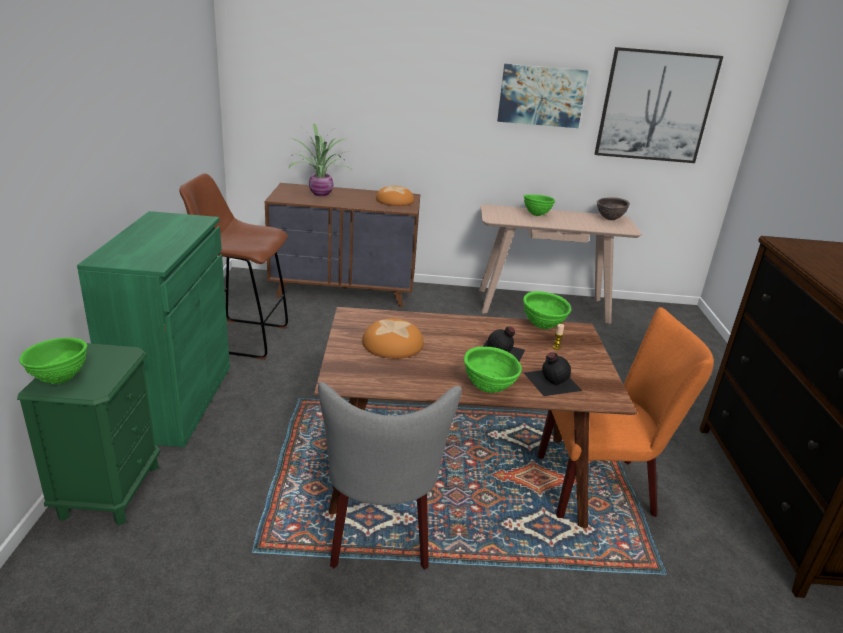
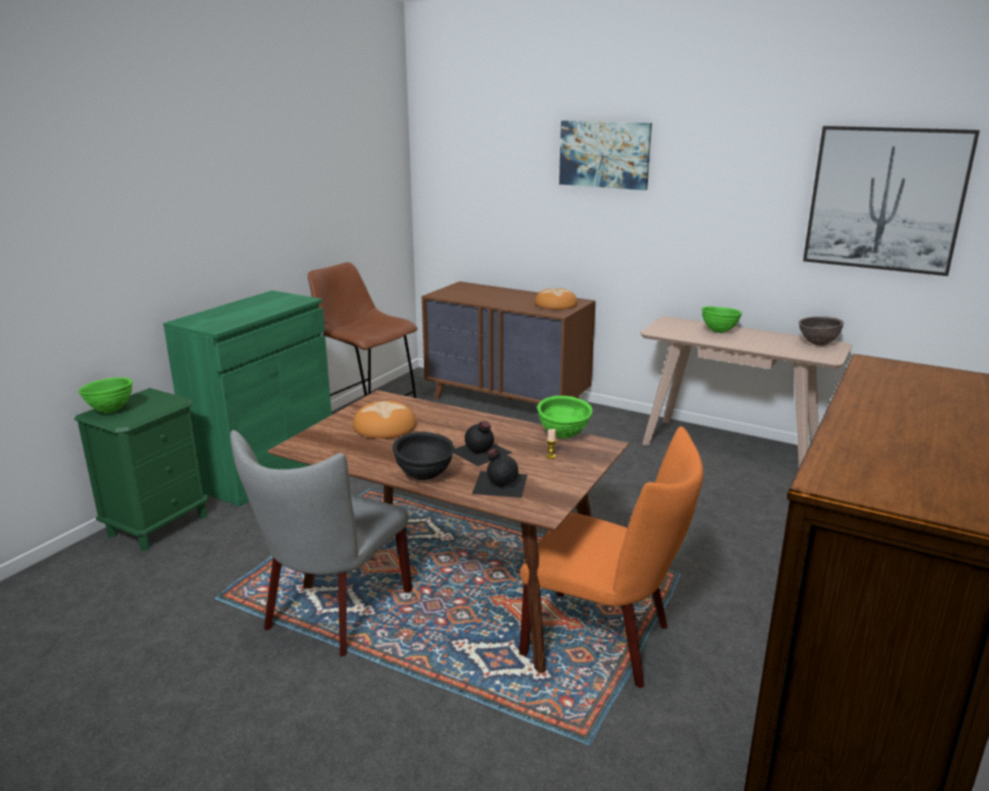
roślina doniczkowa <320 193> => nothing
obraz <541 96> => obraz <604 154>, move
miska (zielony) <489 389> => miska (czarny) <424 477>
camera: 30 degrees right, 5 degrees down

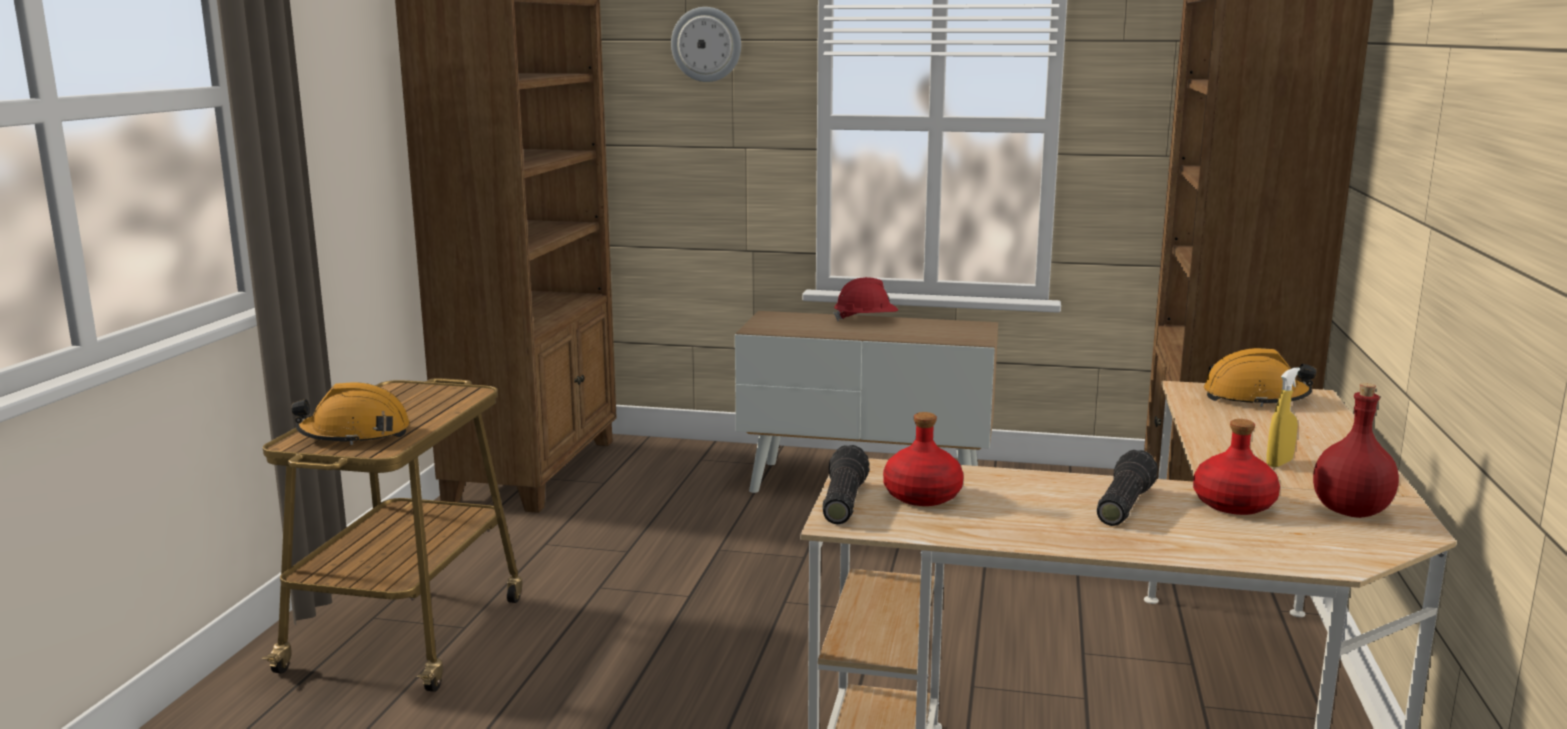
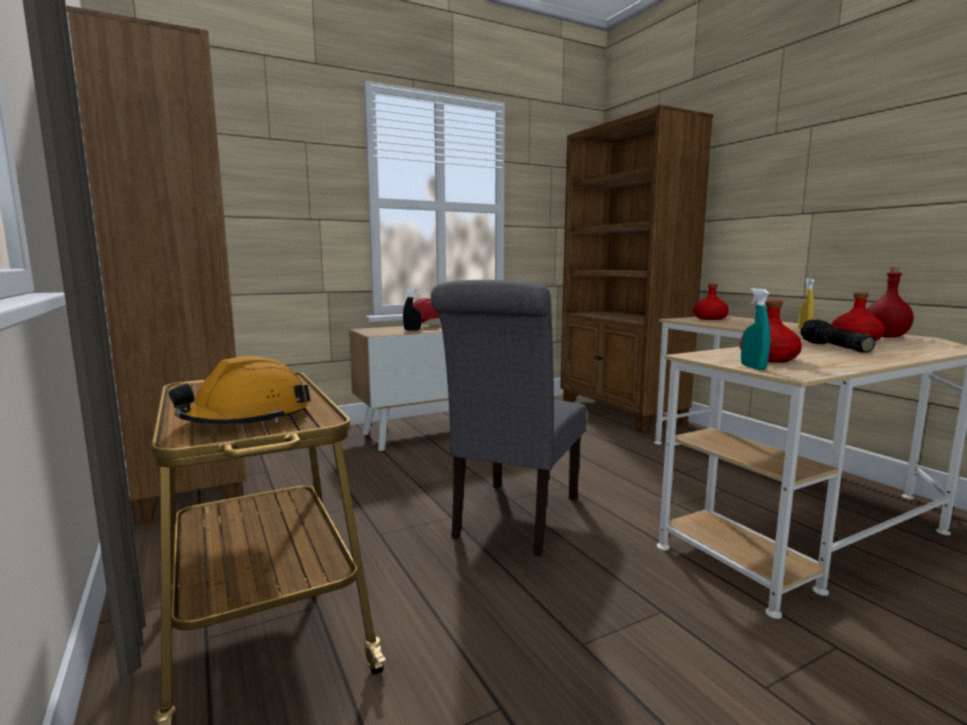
zegar ścienny <706 44> => nothing
nothing => spryskiwacz (czarny) <412 330>
nothing => krzesło (szary) <513 520>
latarka <841 501> => spryskiwacz (turkusowy) <753 367>
kask (pomarańczowy) <1255 398> => butelka (czerwony) <709 318>
camera: 40 degrees left, 5 degrees down

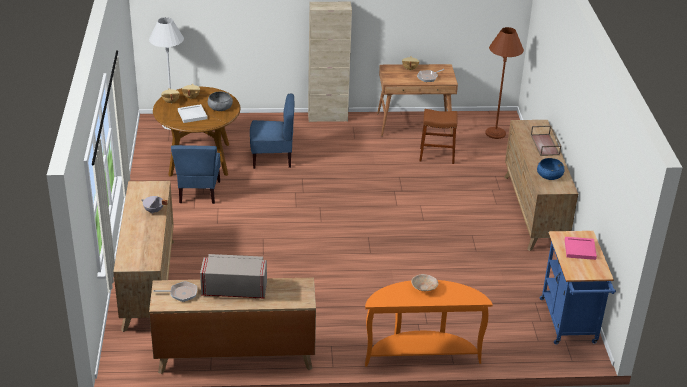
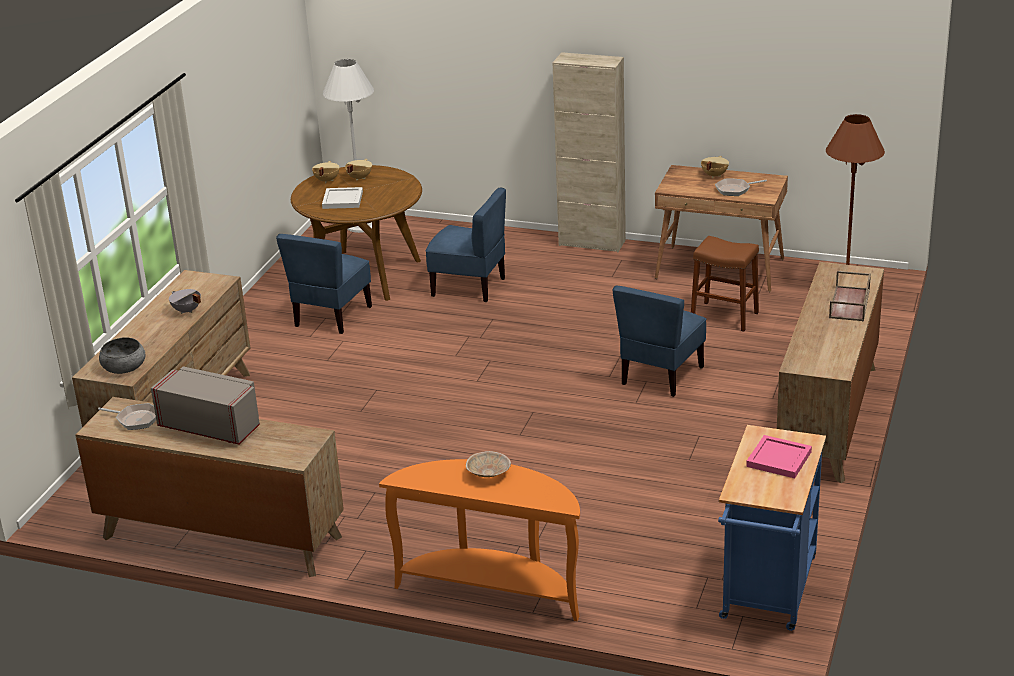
miska (niebieski) <549 175> => nothing
nothing => krzesło (niebieski) <661 376>
miska (szary) <220 107> => miska (szary) <124 366>, move
camera: 25 degrees right, 5 degrees down

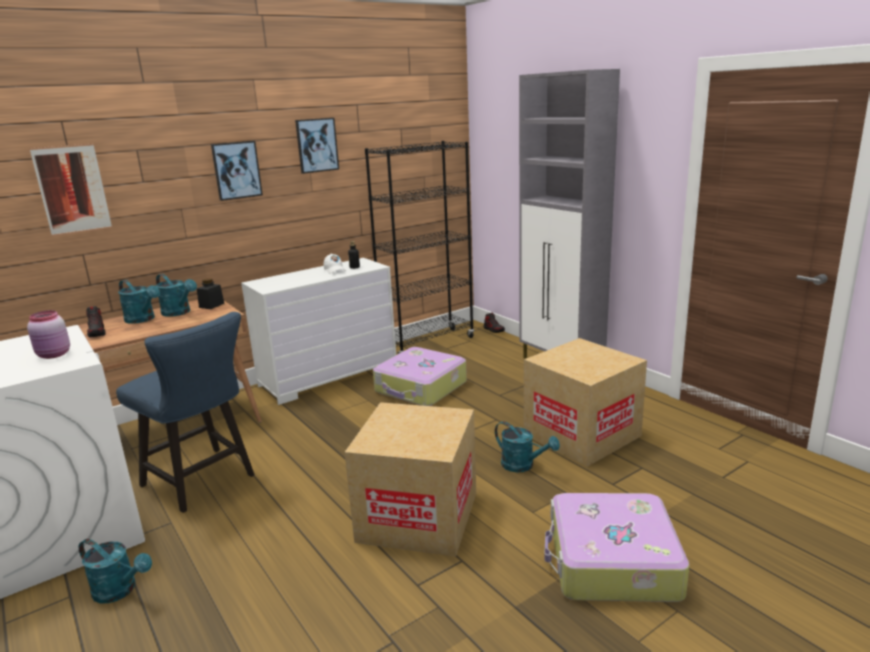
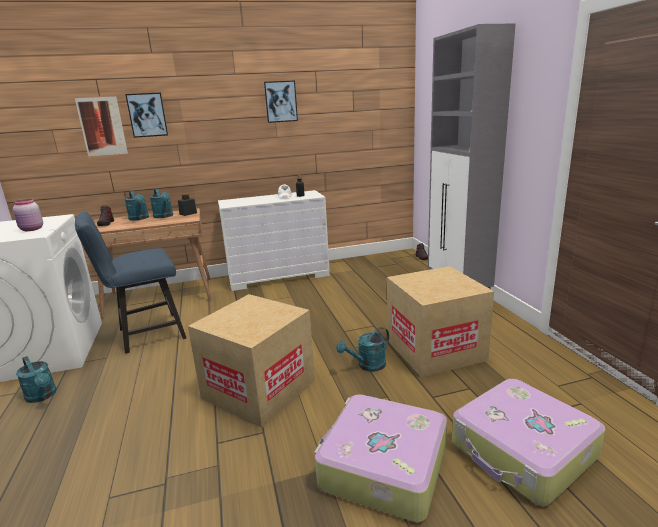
regał (czarny) <428 344> => nothing
obraz <236 170> => obraz <147 115>, move
walizka <421 388> => walizka <522 451>, move
krzesło (niebieski) <203 482> => krzesło (niebieski) <146 335>, 90 degrees clockwise
konewka (turkusowy) <523 465> => konewka (turkusowy) <367 366>, 90 degrees clockwise
camera: 20 degrees right, 0 degrees up

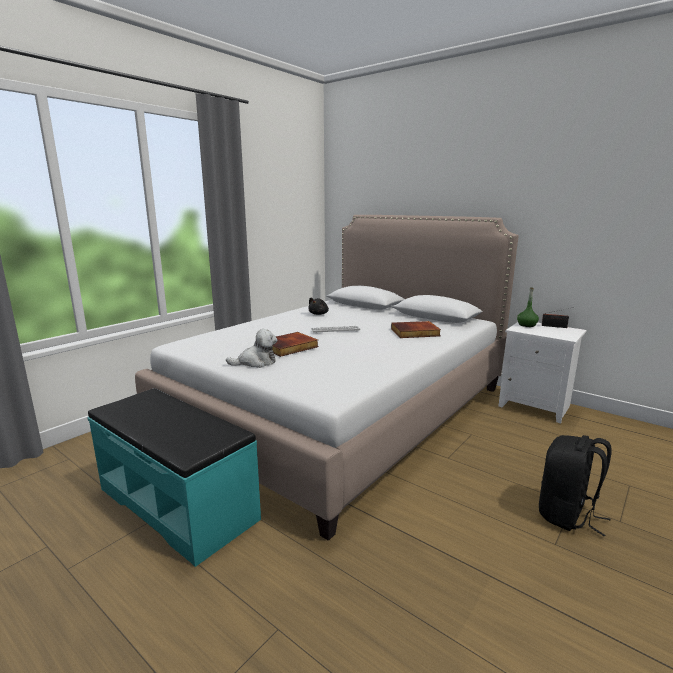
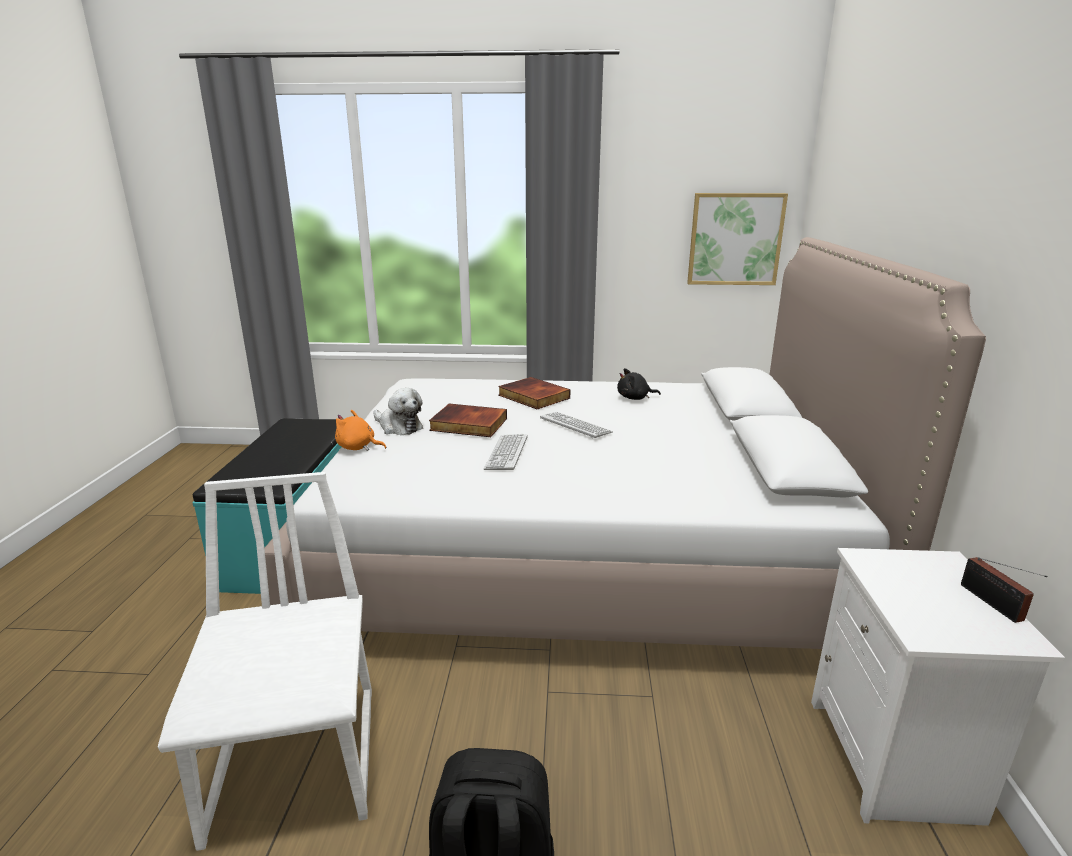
butelka (zielony) <526 325> => nothing
nothing => krzesło (biały) <298 763>
nothing => pluszak (pomarańczowy) <358 447>
nothing => klawiatura <506 453>
nothing => obraz <735 239>
książka <415 332> => książka <532 397>, move
camera: 55 degrees right, 5 degrees up

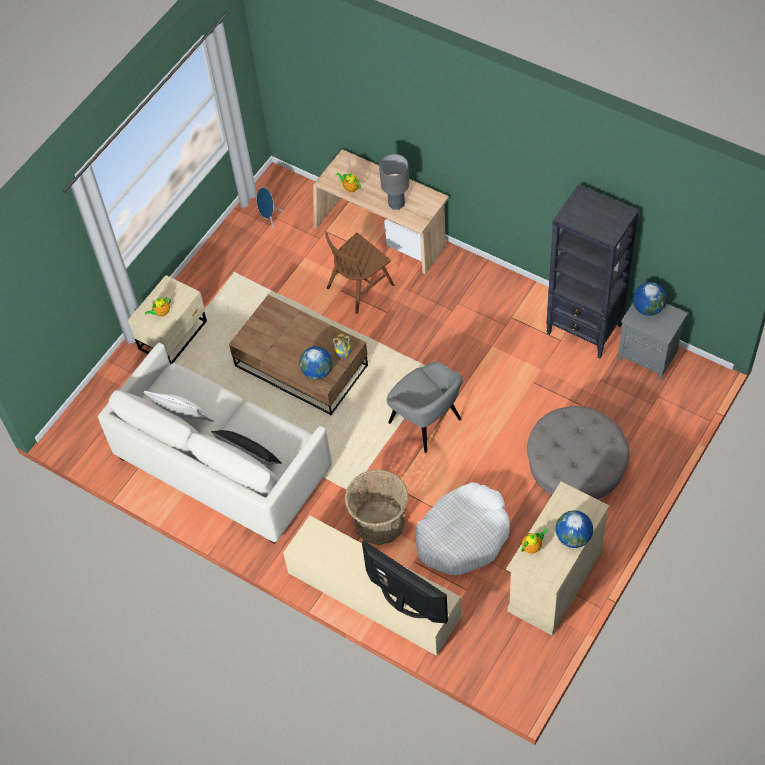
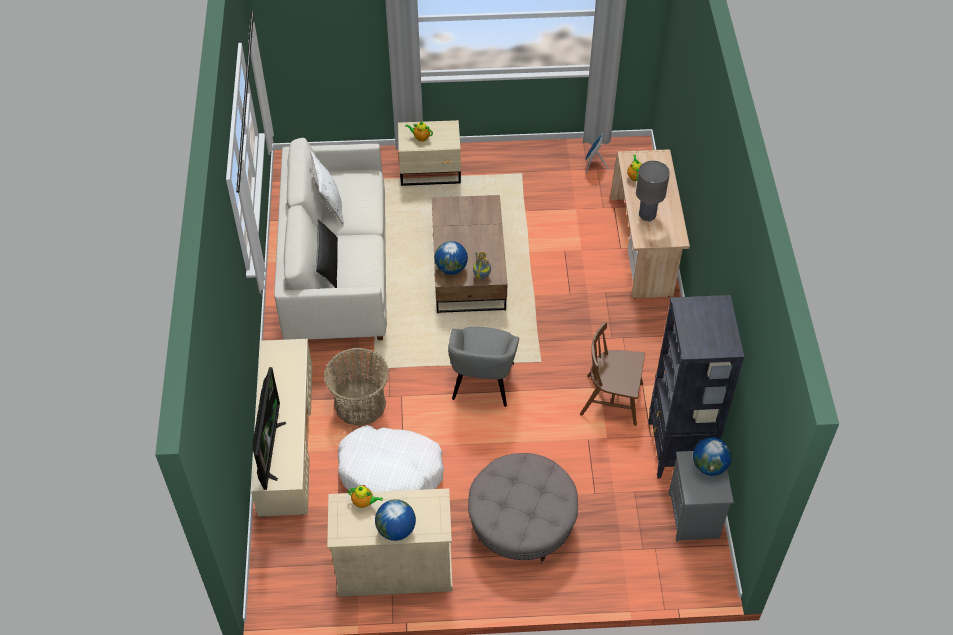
krzesło (brązowy) <360 286> => krzesło (brązowy) <612 399>, move
camera: 50 degrees right, 5 degrees down

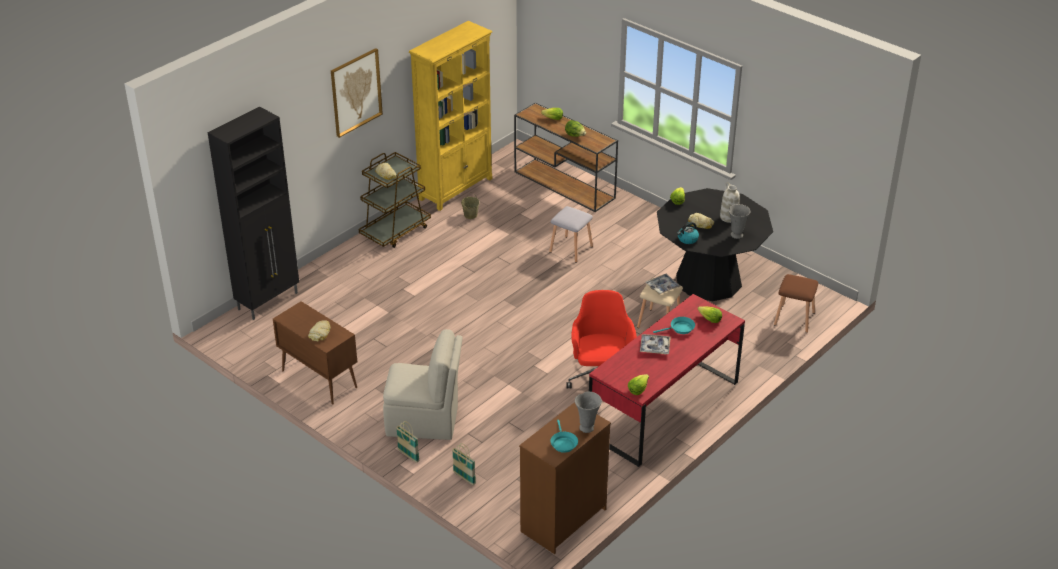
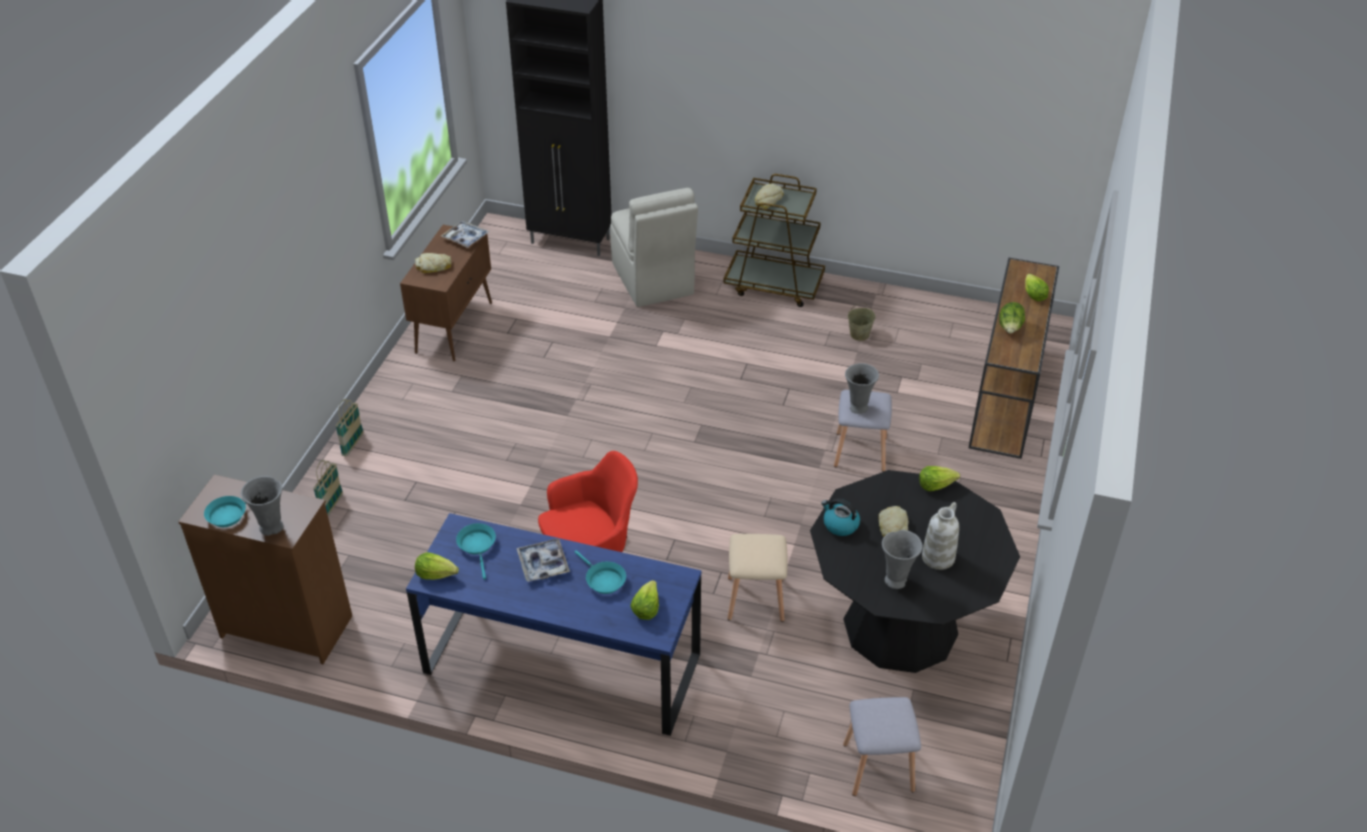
obraz <356 92> => nothing
regał (żółty) <456 188> => nothing
nothing => patelnia (turkusowy) <477 546>
nothing => wazon (szary) <858 408>
krzesło (beżowy) <424 421> => krzesło (beżowy) <653 280>, move
taca <662 287> => taca <465 238>, move
biurko (czerwony) <663 408> => biurko (niebieski) <562 663>
stołek (brązowy) <794 319> => stołek (szary) <877 768>
camera: 65 degrees right, 5 degrees up

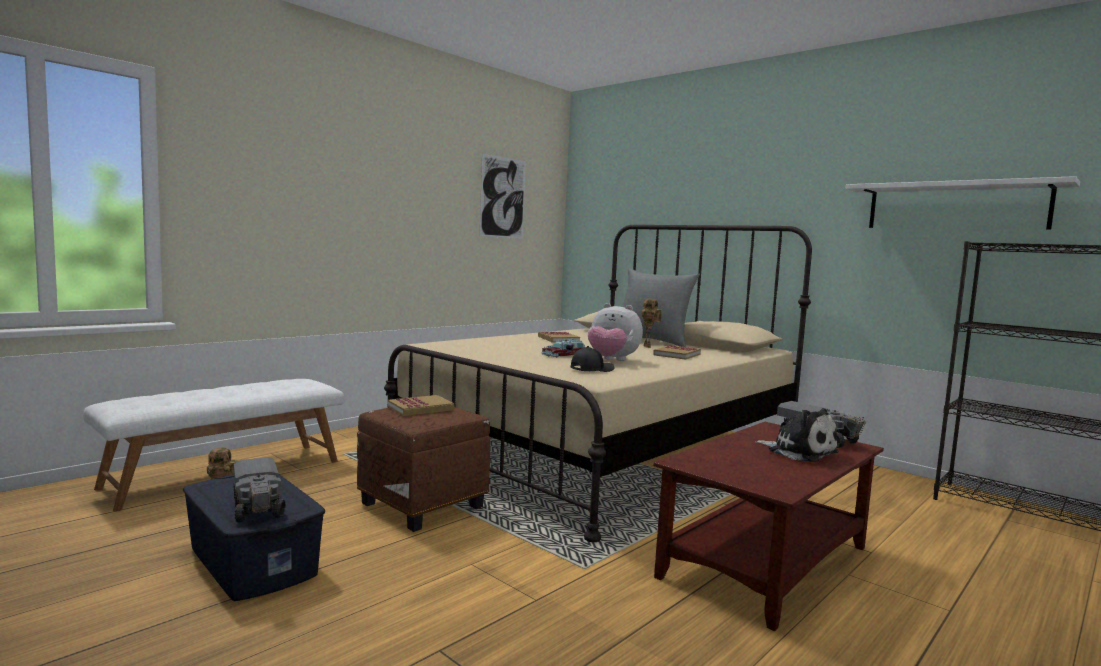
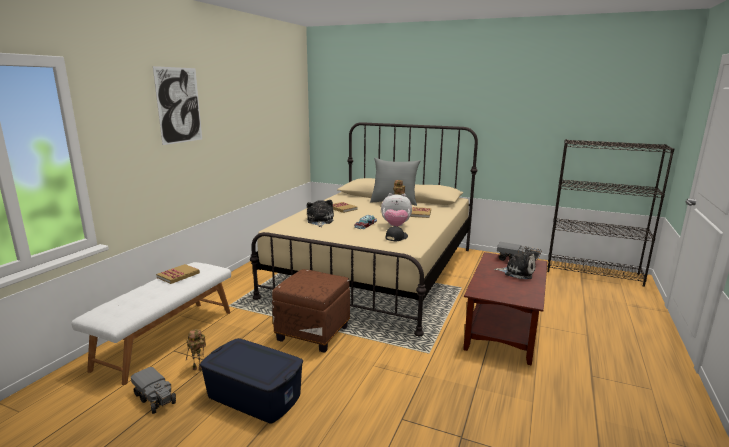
półka (biały) <955 206> => nothing
nothing => pluszak <319 221>
ciężarówka zabawkowa <258 506> => ciężarówka zabawkowa <155 398>, move
książka <421 408> => książka <178 275>, move
obraz <503 197> => obraz <179 105>, move
camera: 20 degrees left, 10 degrees up

